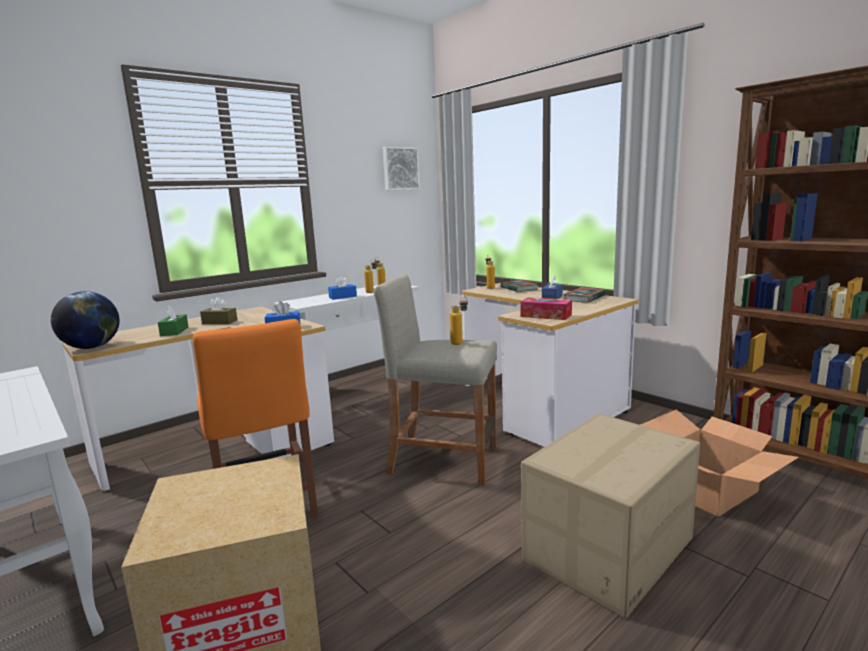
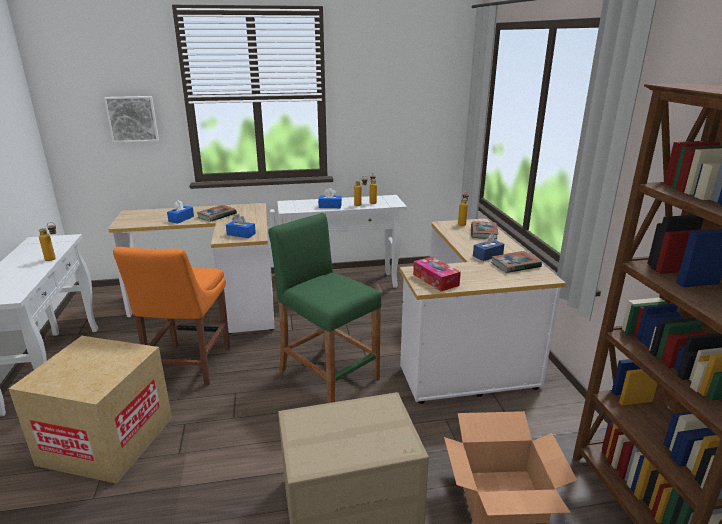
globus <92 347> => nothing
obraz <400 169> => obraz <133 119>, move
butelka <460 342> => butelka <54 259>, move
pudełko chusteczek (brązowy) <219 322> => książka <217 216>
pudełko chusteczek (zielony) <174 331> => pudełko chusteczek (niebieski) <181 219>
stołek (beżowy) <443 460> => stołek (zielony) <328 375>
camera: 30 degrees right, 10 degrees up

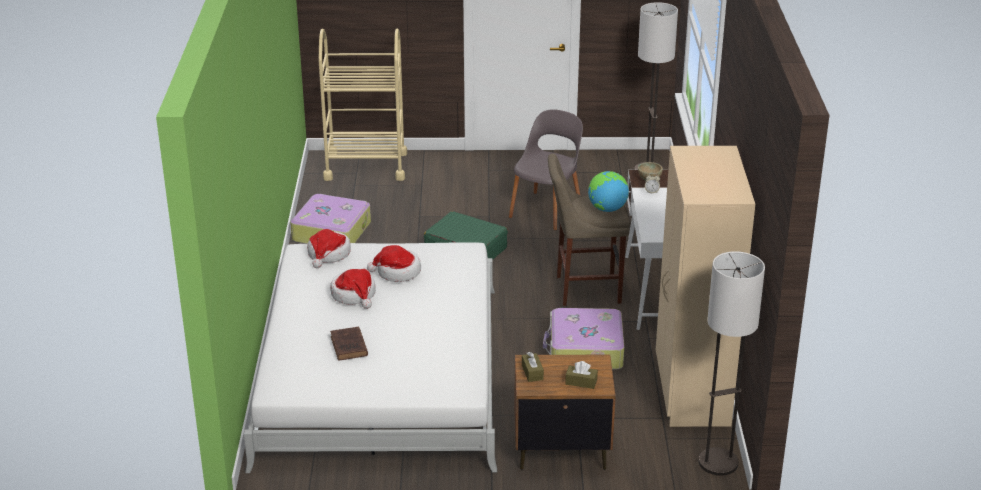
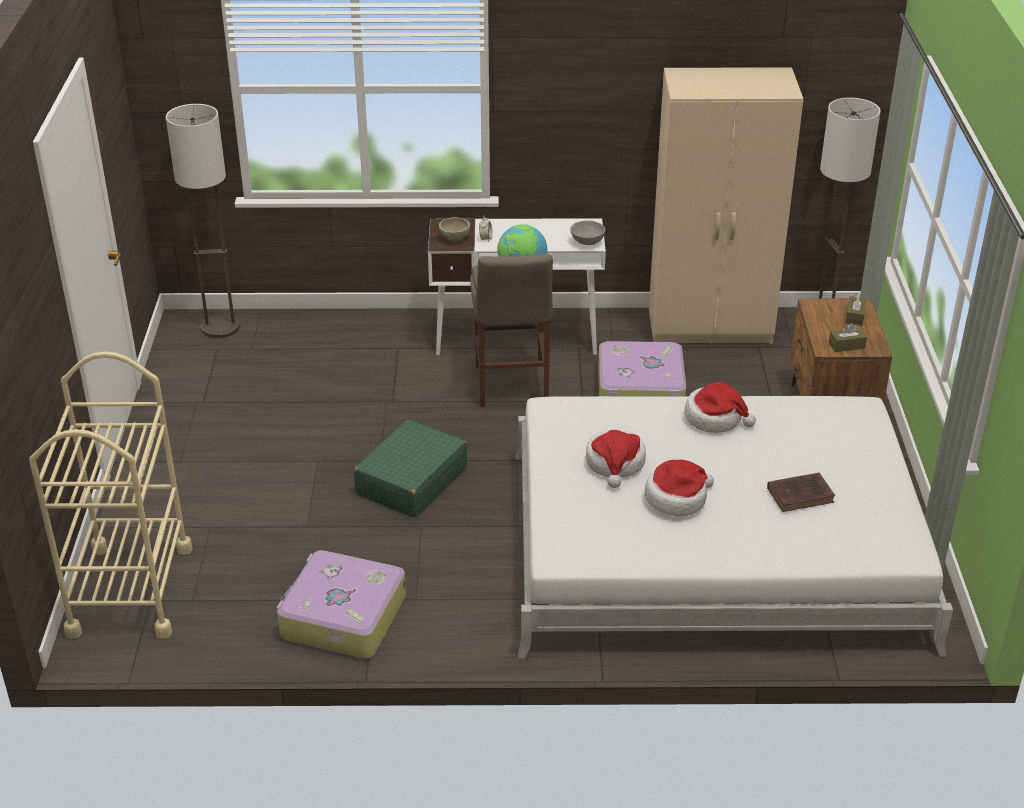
krzesło (szary) <546 210> => nothing
nothing => miska (szary) <587 243>
kapelusz <328 254> => kapelusz <715 418>, move
camera: 90 degrees left, 5 degrees up

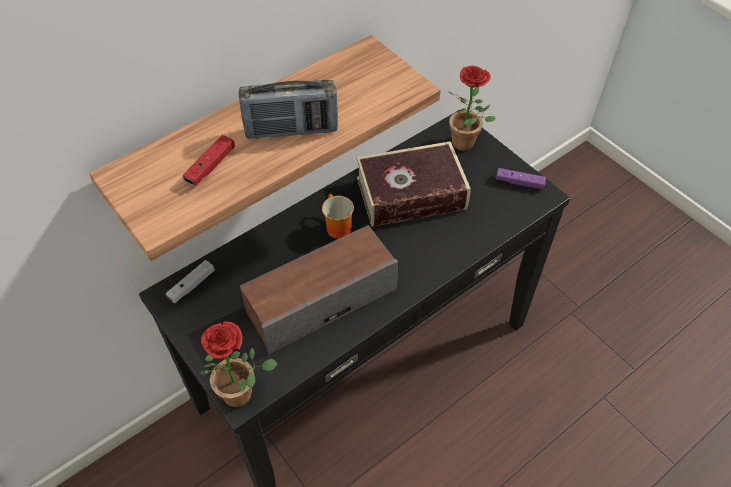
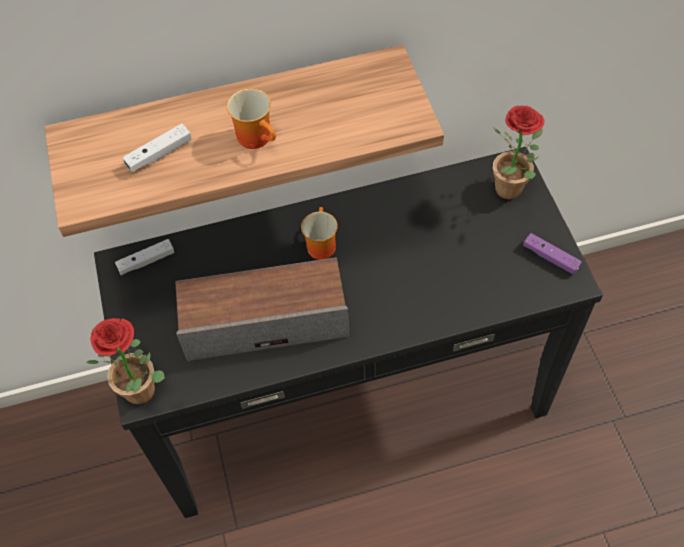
książka <411 194> => nothing
radio <291 130> => kubek <258 137>
pad do gier (czerwony) <211 166> => pad do gier (biały) <159 154>
camera: 25 degrees right, 5 degrees up

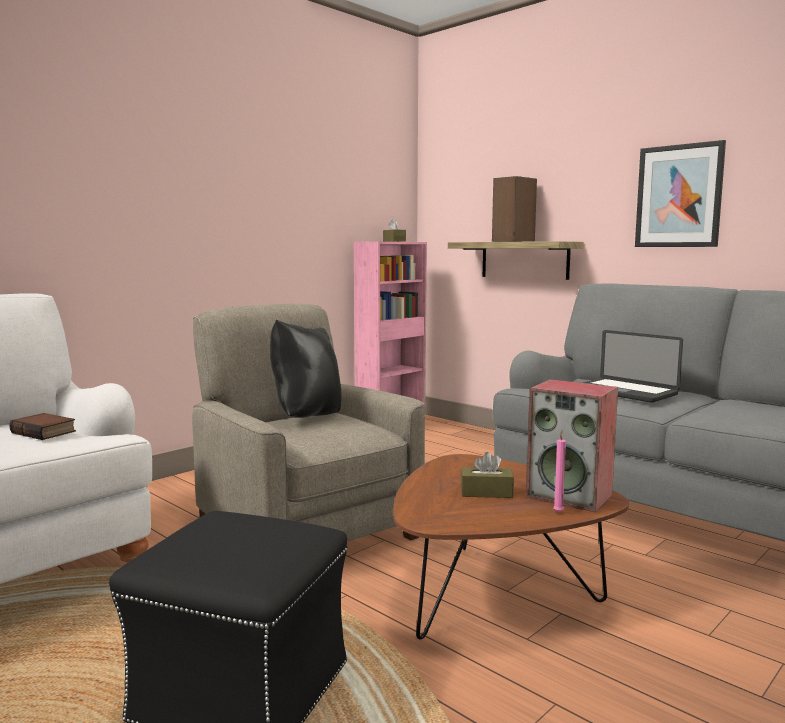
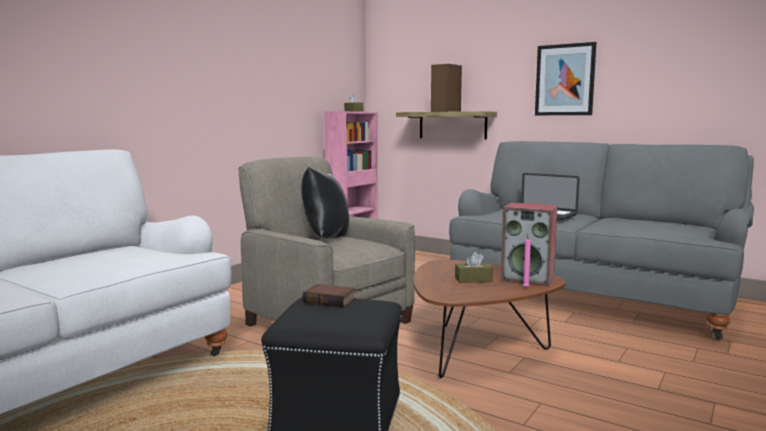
książka <45 432> => książka <330 300>, move
camera: 10 degrees left, 0 degrees up

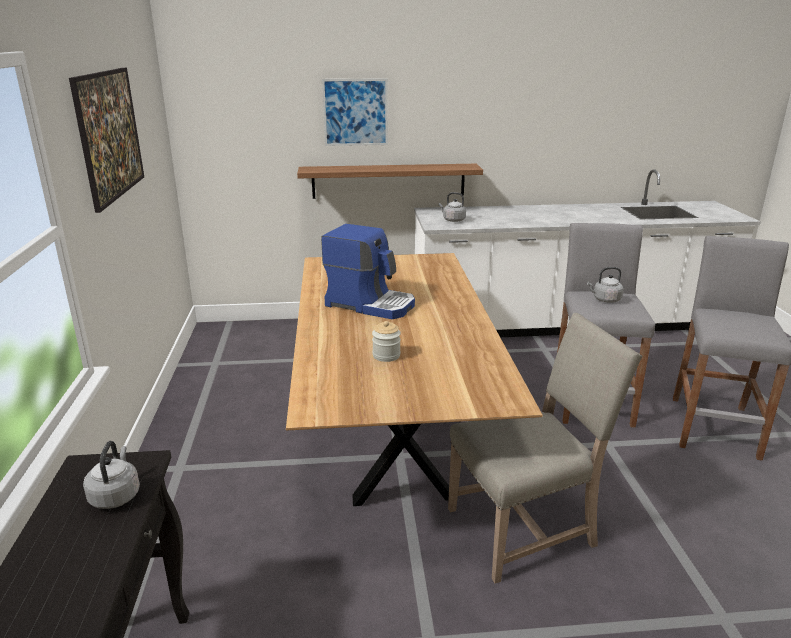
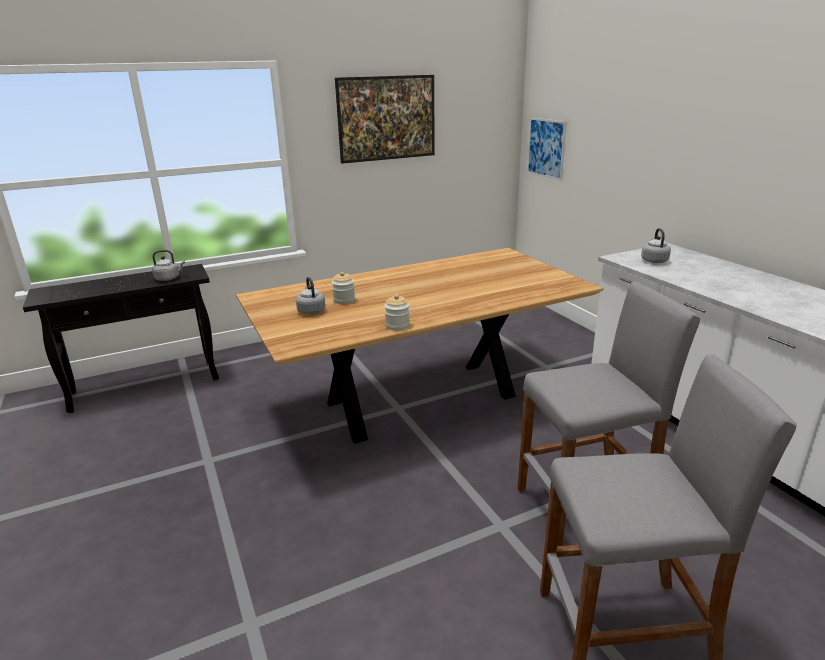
półka <388 181> => nothing
ekspres do kawy <370 304> => nothing
krzesło (beżowy) <526 528> => nothing
nothing => słoik <397 325>
obraz <355 112> => obraz <546 148>, move
czajnik (szary) <605 299> => czajnik (szary) <311 311>, move
camera: 70 degrees right, 0 degrees up

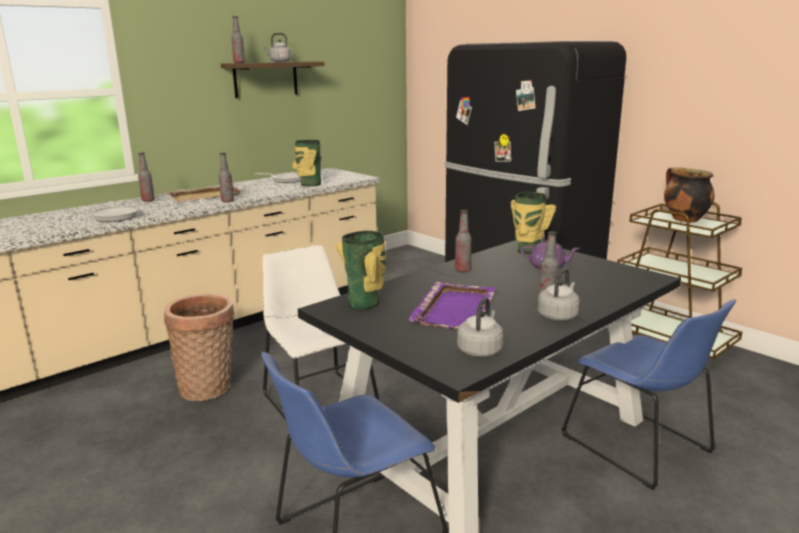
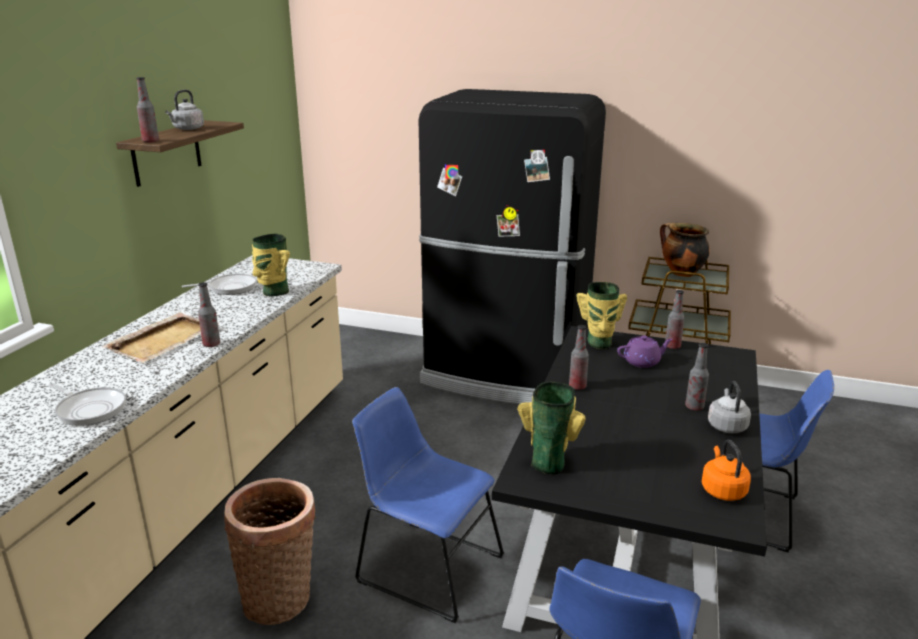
taca (fioletowy) <455 309> => nothing
butelka <148 200> => butelka <672 346>, move
krzesło (biały) <318 400> => krzesło (niebieski) <425 566>
czajnik (szary) <480 350> => czajnik (pomarańczowy) <722 490>
camera: 30 degrees left, 5 degrees up

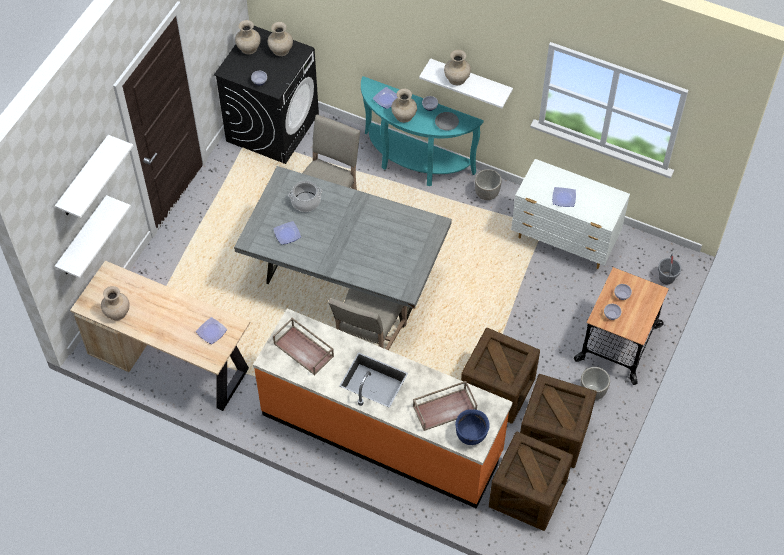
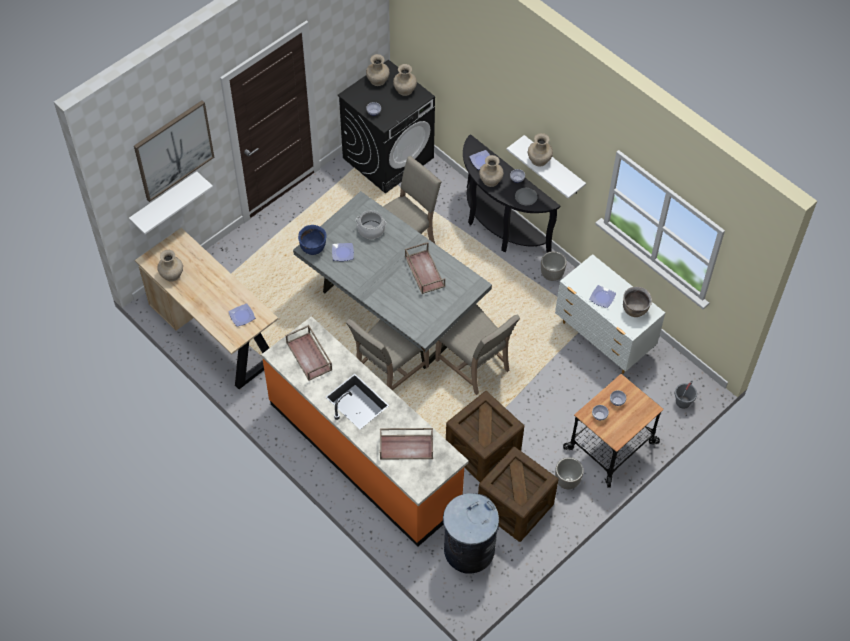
nothing => taca (brązowy) <424 271>
nothing => krzesło (beżowy) <475 366>
nothing => garnek (brązowy) <635 310>
garnek (niebieski) <471 435> => garnek (niebieski) <313 248>, move
półka (biały) <84 178> => obraz <174 150>
skrzynka <527 494> => kosz na śmieci (szary) <468 550>
stolik konsolowy (turkusowy) <413 163> => stolik konsolowy (czarny) <498 227>
camera: 20 degrees right, 0 degrees up

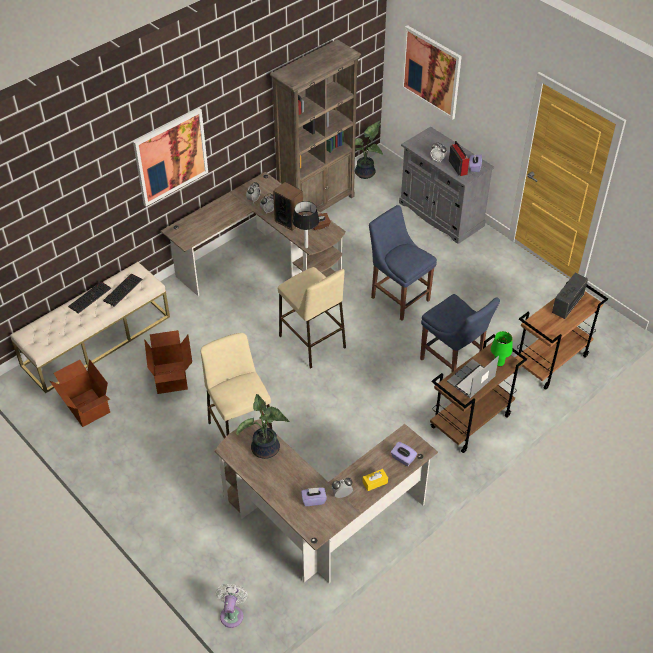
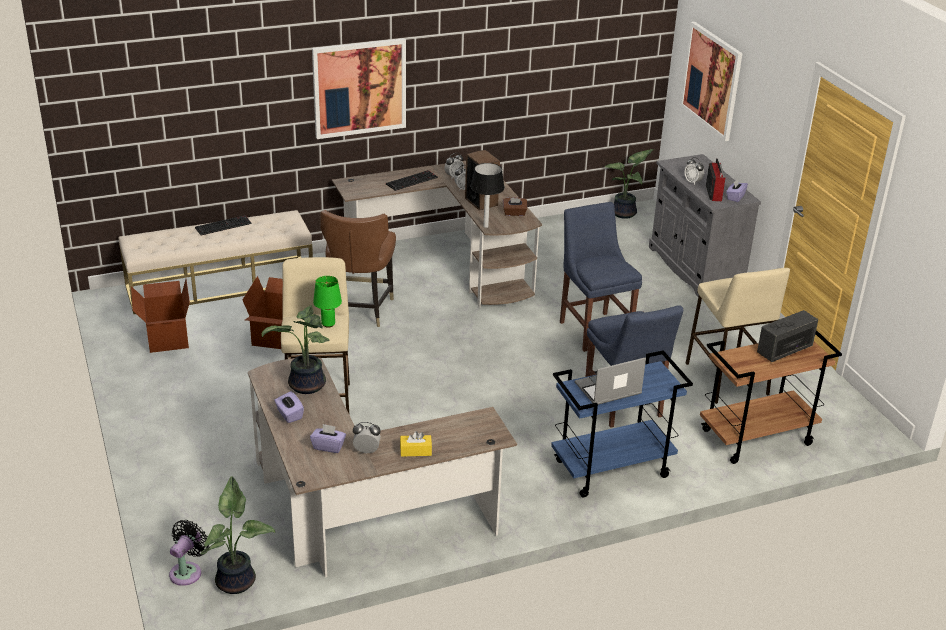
regał (brązowy) <317 206> => nothing
nothing => roślina doniczkowa <238 580>
nothing => krzesło (brązowy) <359 310>
klawiatura <122 289> => klawiatura <412 180>, move
stołek (beżowy) <312 342> => stołek (beżowy) <727 379>, move
pudełko chusteczek (fioletowy) <403 458> => pudełko chusteczek (fioletowy) <289 415>, move
lampa stołowa (zielony) <498 363> => lampa stołowa (zielony) <328 324>, move
wentylator (biały) <232 614> => wentylator (czarny) <188 571>
wózek (brązowy) <470 422> => wózek (niebieski) <611 470>
camera: 20 degrees right, 15 degrees down

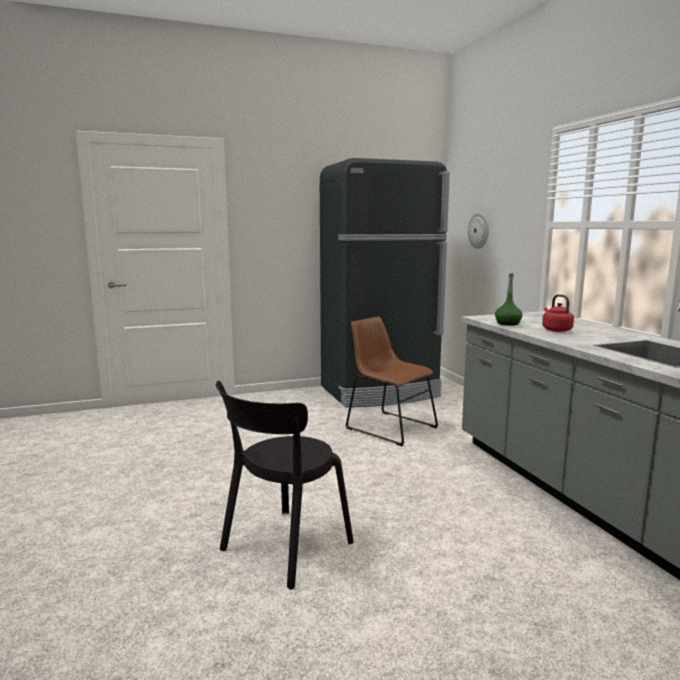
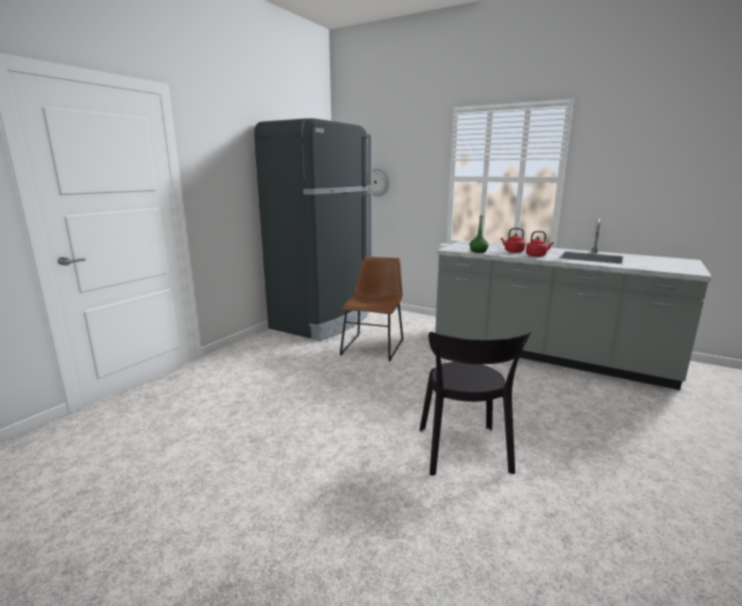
nothing => czajnik (czerwony) <537 255>
krzesło (brązowy) <388 427> => krzesło (brązowy) <374 346>, 105 degrees clockwise
camera: 40 degrees left, 5 degrees up

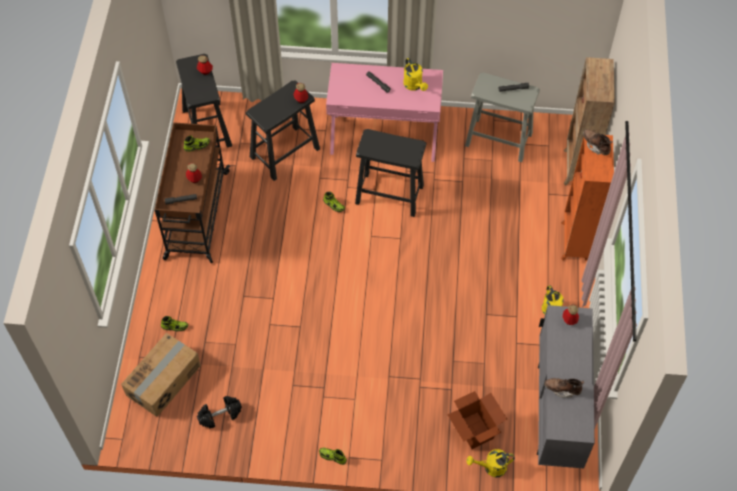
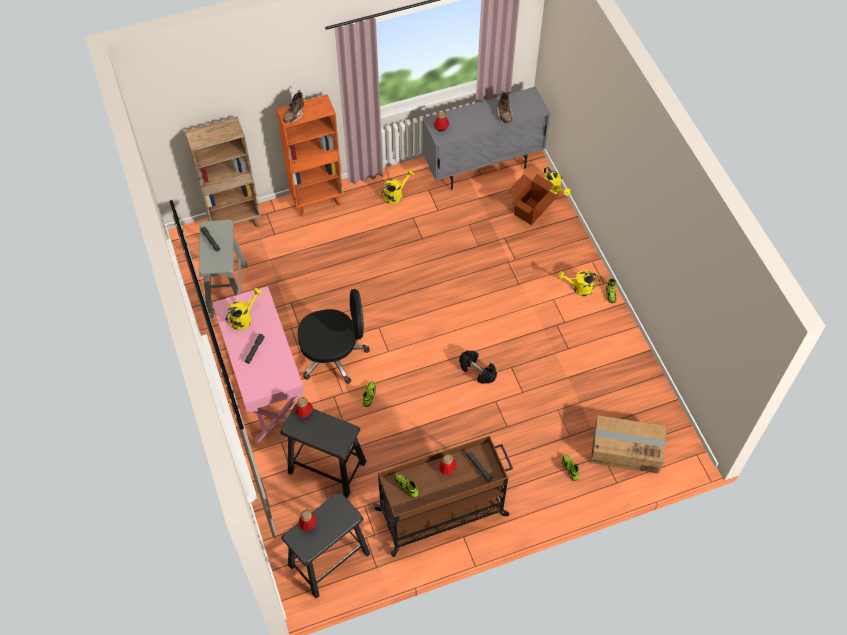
nothing => konewka (żółty) <579 288>
hantel (czarny) <220 415> => hantel (czarny) <477 371>, move
stołek (czarny) <389 194> => krzesło biurowe (czarny) <334 355>
camera: 115 degrees left, 0 degrees up

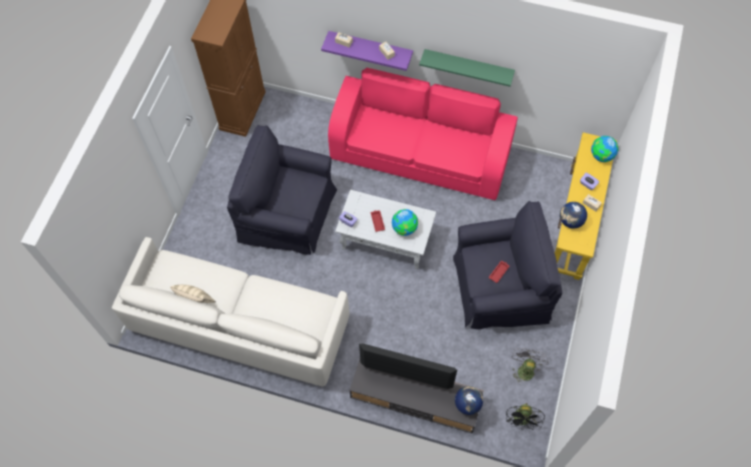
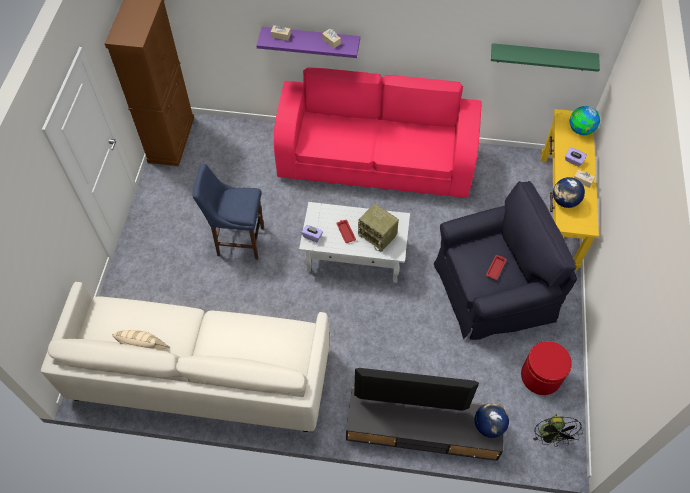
półka (zielony) <468 65> => półka (zielony) <542 57>, move
fotel (czarny) <287 212> => stołek (niebieski) <238 241>
globus <404 228> => radio <378 235>
wentylator (szary) <525 368> => pufa (czerwony) <540 376>
camera: 10 degrees left, 5 degrees down

